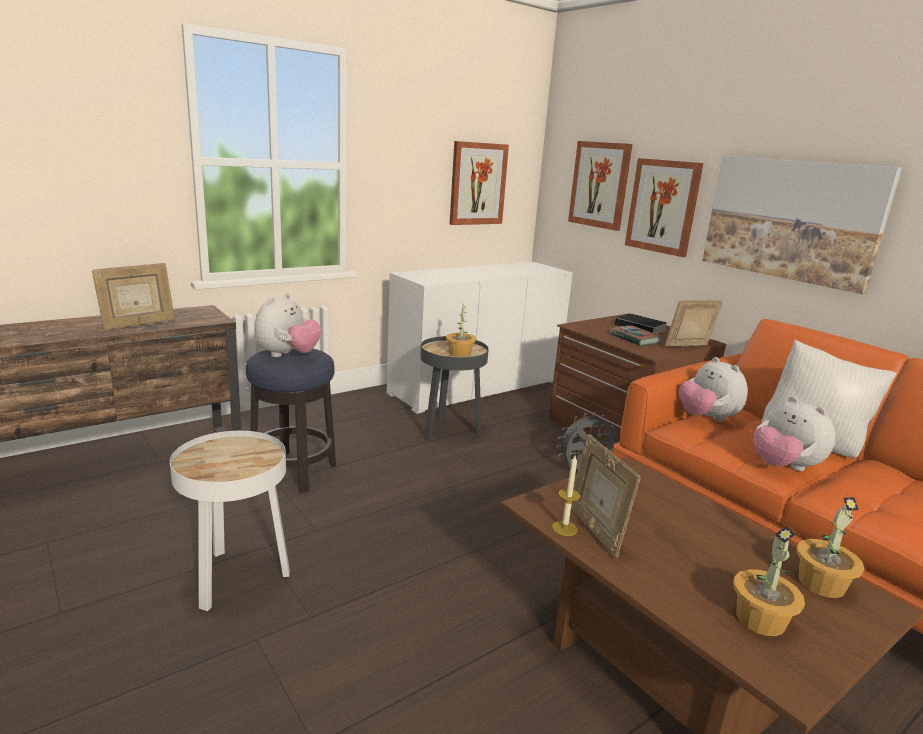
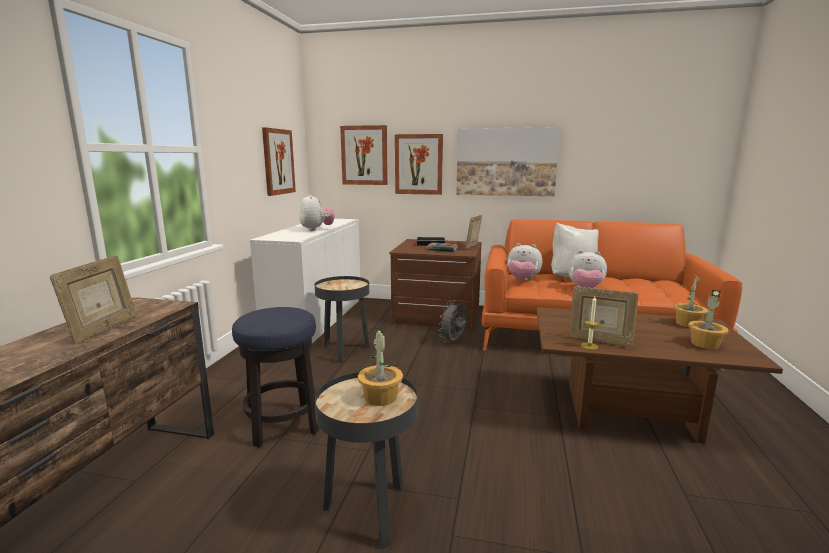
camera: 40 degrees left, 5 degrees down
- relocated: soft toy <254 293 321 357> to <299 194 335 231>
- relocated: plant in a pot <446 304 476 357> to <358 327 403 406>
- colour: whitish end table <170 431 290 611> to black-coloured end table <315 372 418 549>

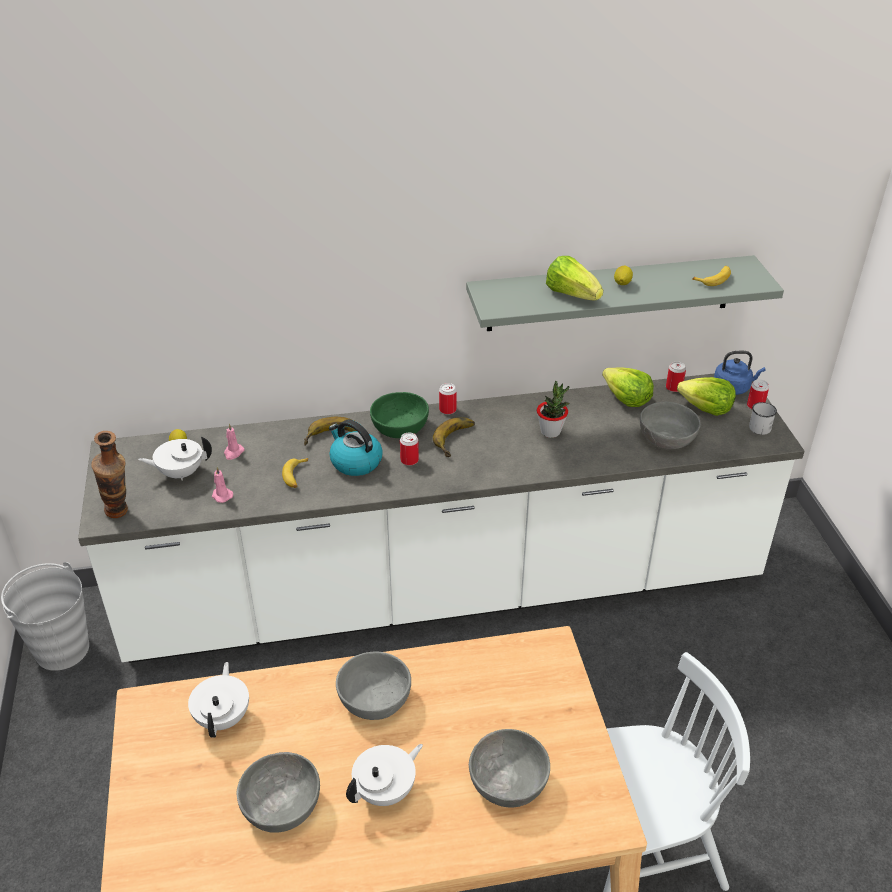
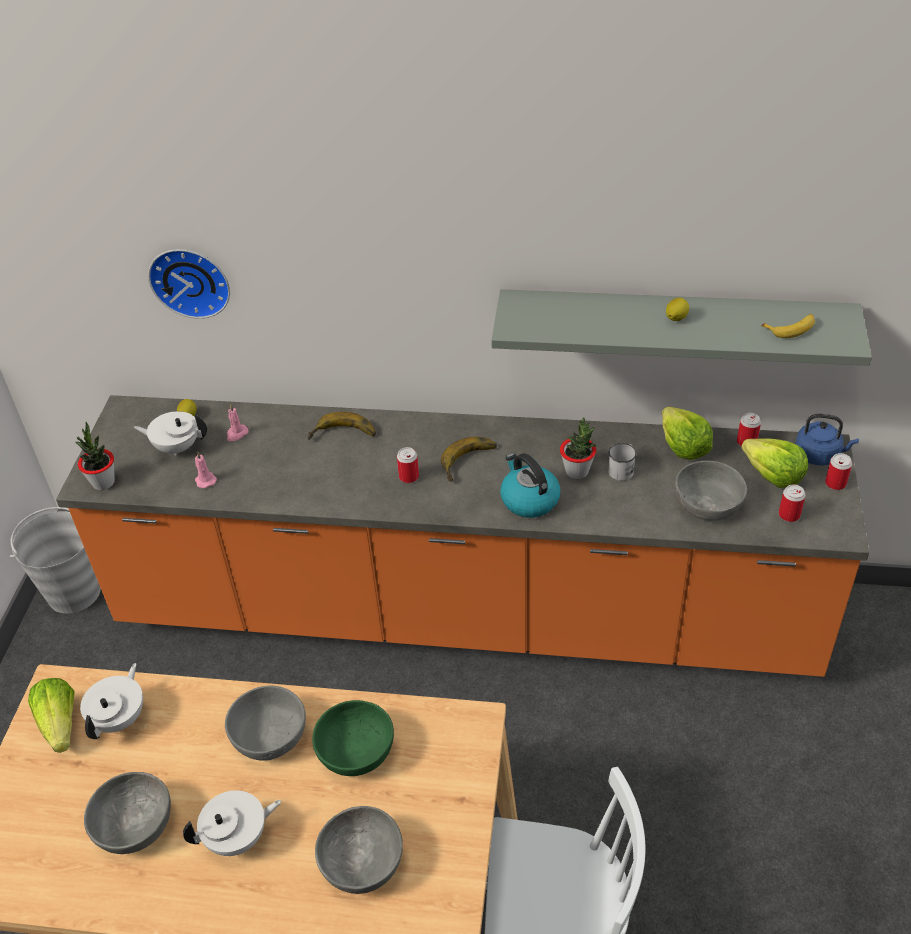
camera: 20 degrees right, 5 degrees up
- missing: whole banana <282 458 308 488>
- appeared: clock on the wall <148 249 230 319>
- relocated: water kettle <329 420 383 476> to <500 453 560 518>
- relocated: green-coloured bowl <370 392 429 438> to <312 700 394 776>
- relocated: sealed can <439 383 457 415> to <779 484 805 522>
- relocated: head of lettuce <546 256 603 300> to <28 678 75 753>
- relocated: whitish tea mug <749 402 777 435> to <608 443 637 481>
- exchanged: flower vase <91 431 128 518> to plant in a pot <75 422 115 490>
- colour: whitish kitchen base unit <78 373 804 663> to orangey kitchen base unit <56 395 869 677>

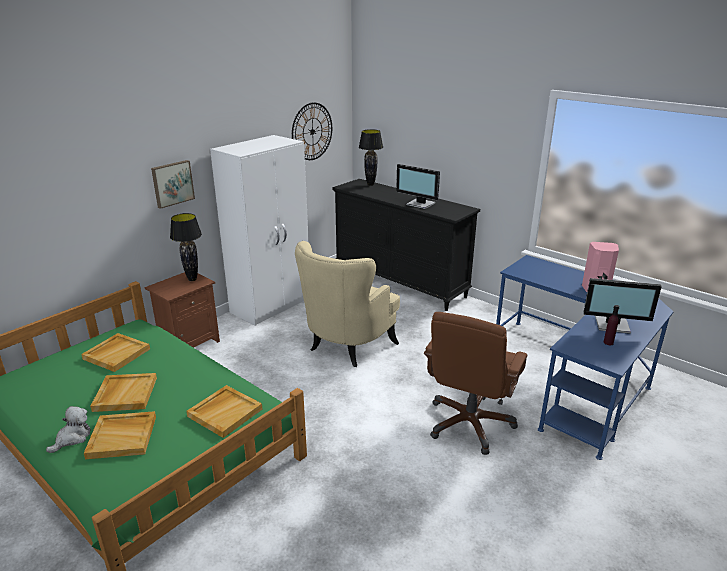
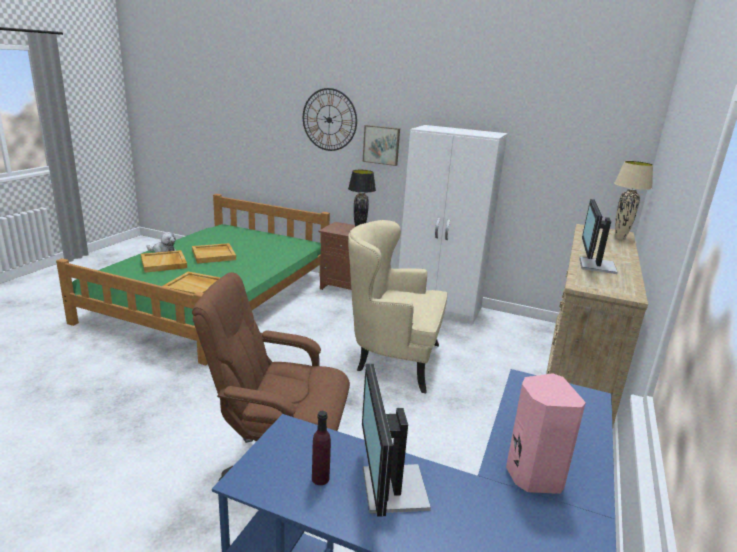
camera: 70 degrees right, 5 degrees down
- missing: sand-coloured tray <81 333 150 372>
- relocated: clock on the wall <292 102 332 160> to <303 88 357 151>
- colour: black-coloured dresser <332 179 480 311> to sand-coloured dresser <546 224 648 428>
- colour: black-coloured tabletop lamp <359 129 383 186> to sand-coloured tabletop lamp <614 161 653 240>

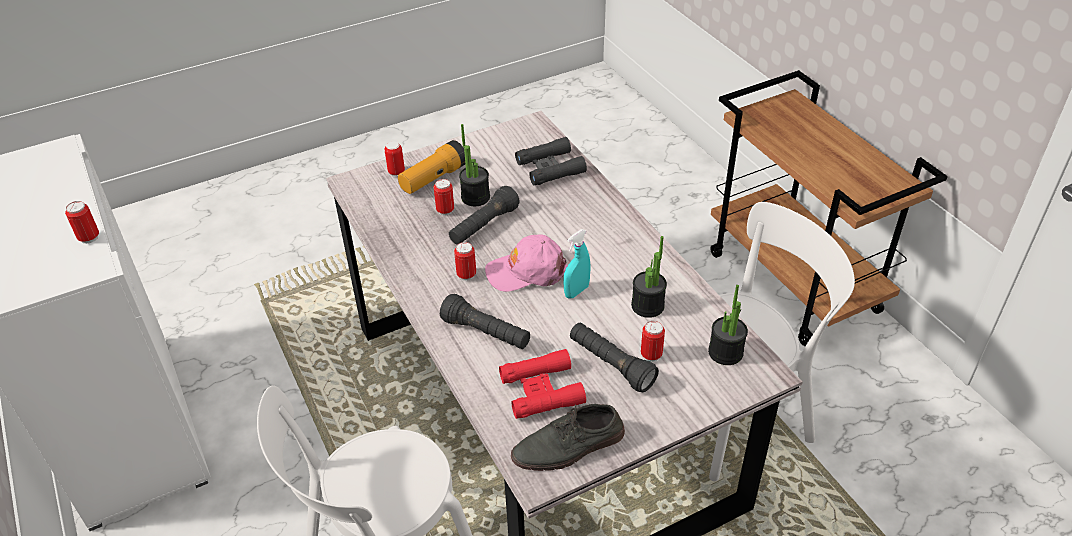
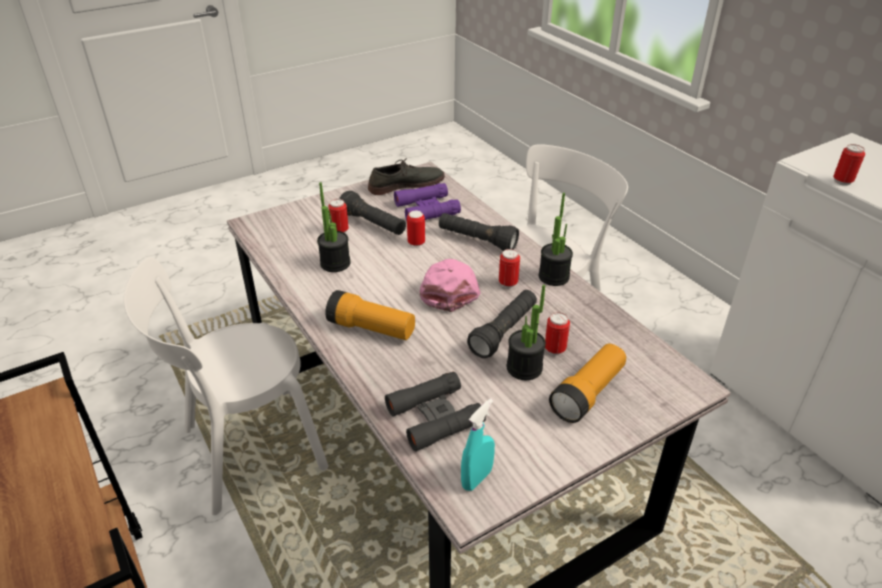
camera: 175 degrees right, 5 degrees down
- appeared: hand torch <325 290 415 340>
- relocated: sealed can <385 142 405 176> to <407 211 425 246>
- relocated: turquoise hand sprayer <563 229 591 299> to <461 398 495 491>
- relocated: plant in a pot <708 285 748 365> to <539 193 573 286>
- colour: red field glasses <499 349 586 419> to purple field glasses <394 183 461 221>
- spun: pink-coloured baseball cap <485 235 568 292> = <420 259 481 312> 75 degrees counterclockwise

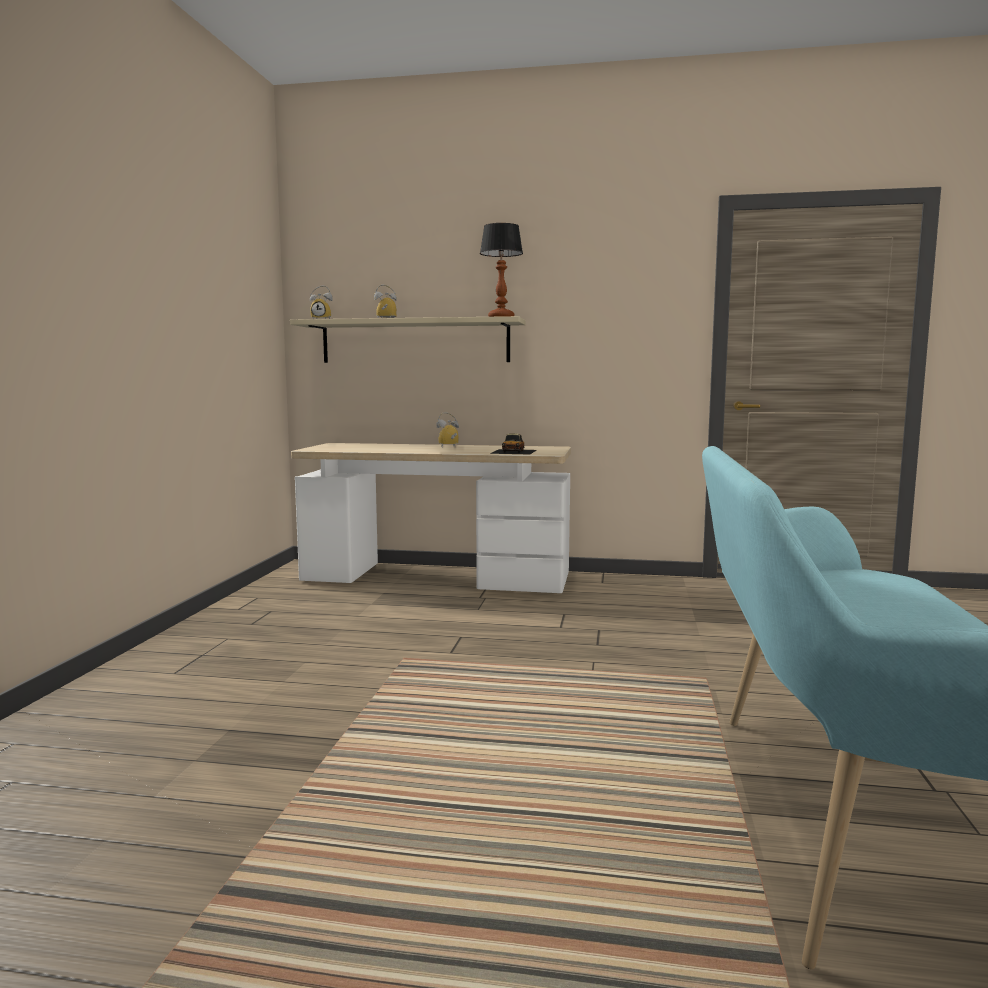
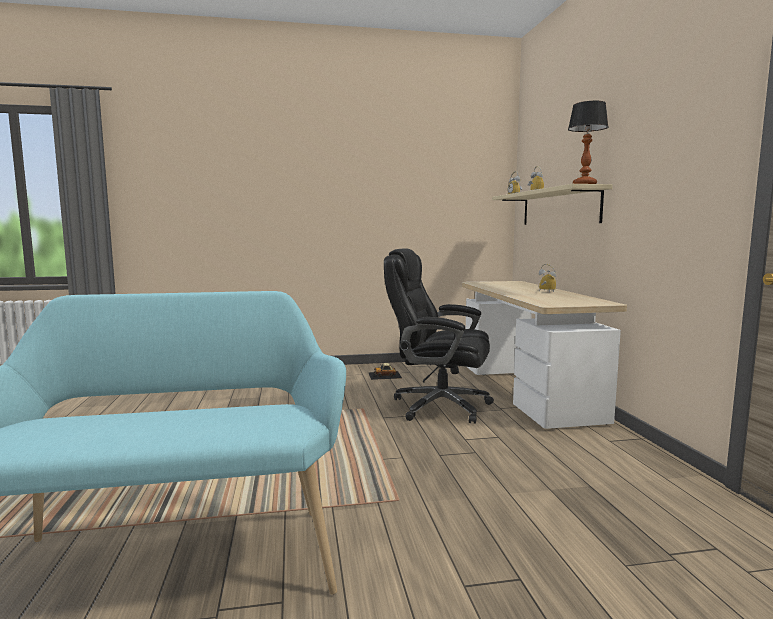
camera: 70 degrees right, 0 degrees up
- appeared: black-coloured computer chair <384 248 494 424>
- relocated: model car <490 433 537 455> to <368 363 402 380>

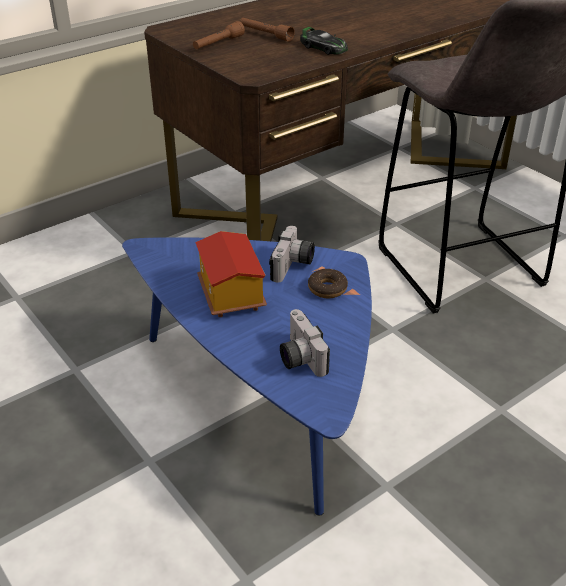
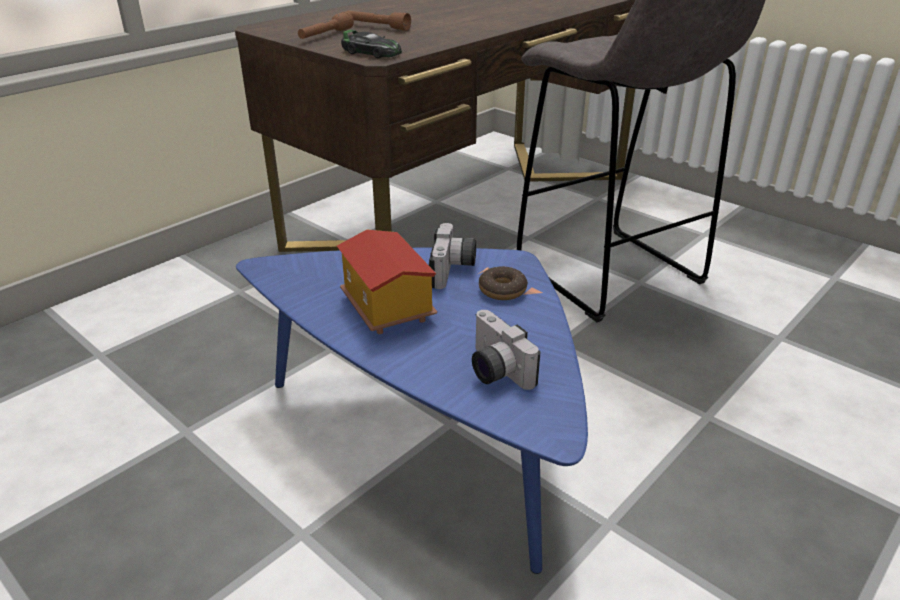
camera: 10 degrees left, 5 degrees down
- relocated: model car <300 27 348 55> to <341 30 402 58>

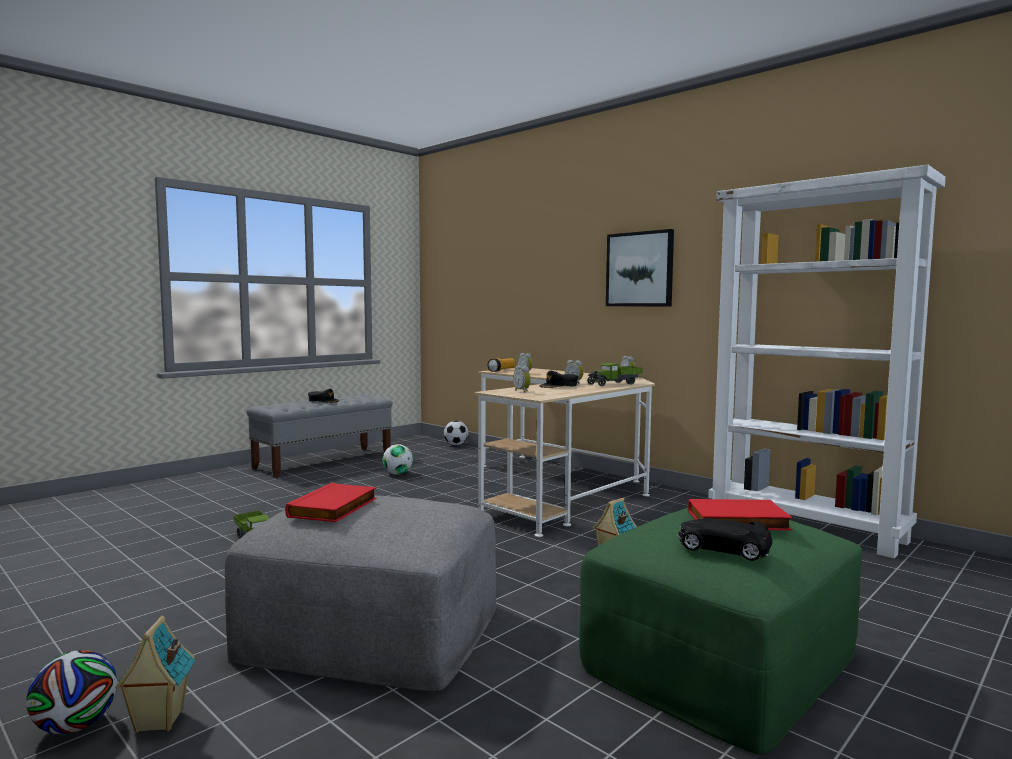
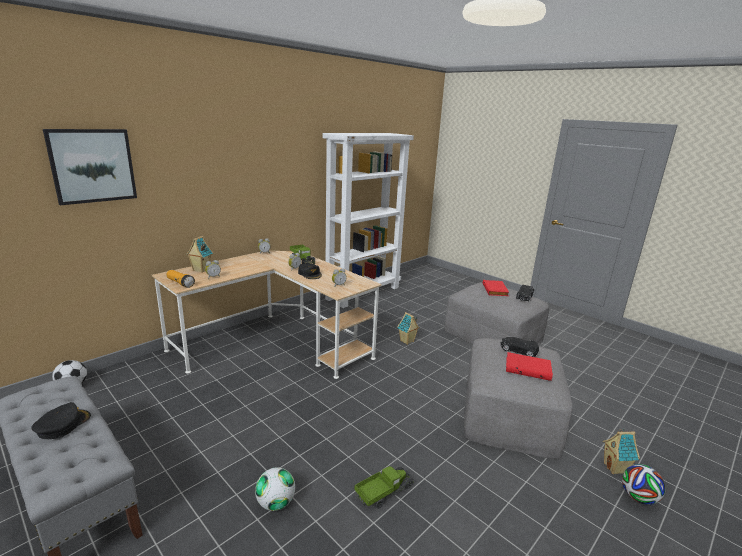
camera: 90 degrees left, 15 degrees up
- appeared: miniature house <186 236 213 273>
- appeared: black-coloured model car <500 337 539 357>
- relocated: ball for football <383 444 413 475> to <255 467 295 511>
- relocated: wall picture <606 229 674 306> to <43 129 137 205>
- colour: green-coloured pouffe <579 508 862 754> to gray pouffe <444 282 549 345>

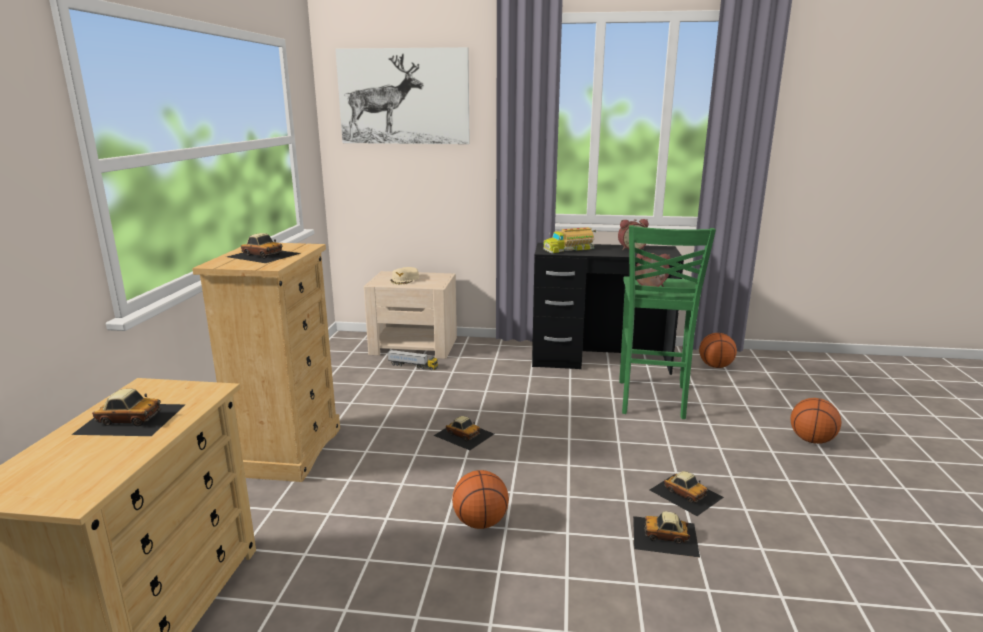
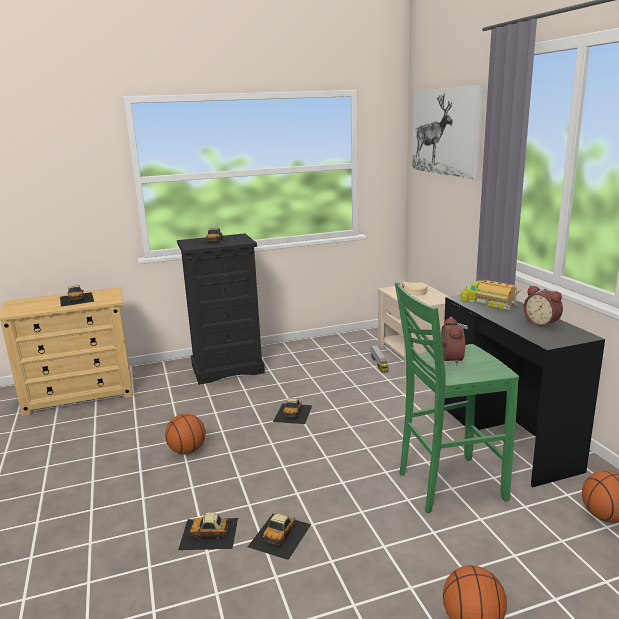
camera: 65 degrees right, 0 degrees up
- colour: sand-coloured dresser <192 243 340 482> to black-coloured dresser <177 233 265 385>
- spun: model car <633 511 700 558> = <178 512 238 550> 75 degrees counterclockwise

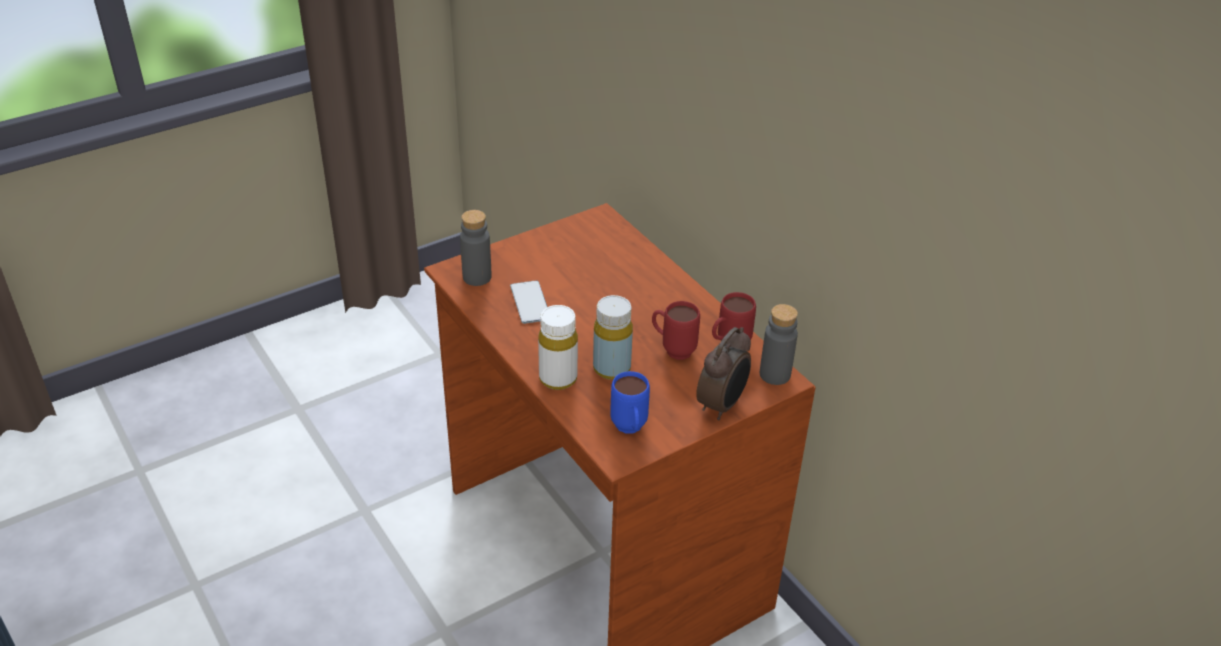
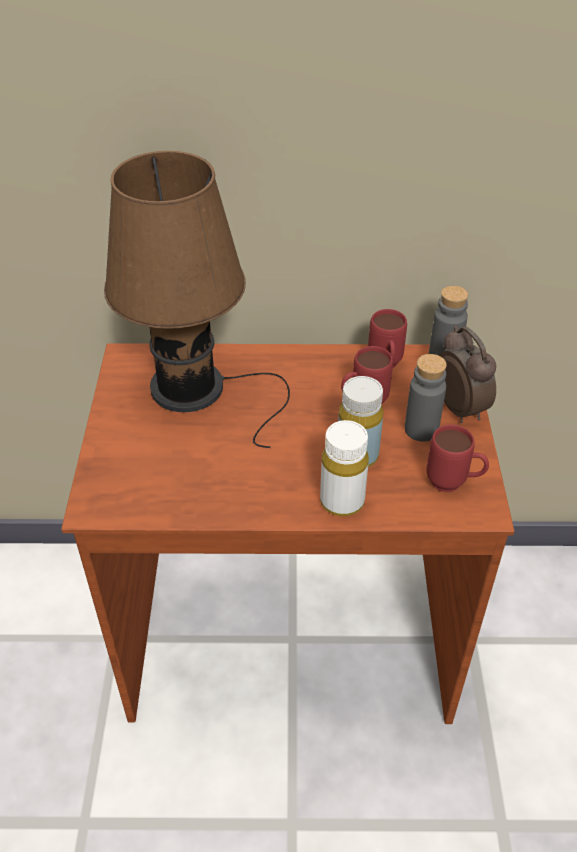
camera: 55 degrees left, 5 degrees up
- missing: phone <510 280 547 324>
- appeared: brownish tabletop lamp <104 151 290 448>
- relocated: gray bottle <460 210 492 286> to <405 354 447 441>
- colour: blue-coloured tea mug <610 371 650 434> to red tea mug <426 425 489 492>

